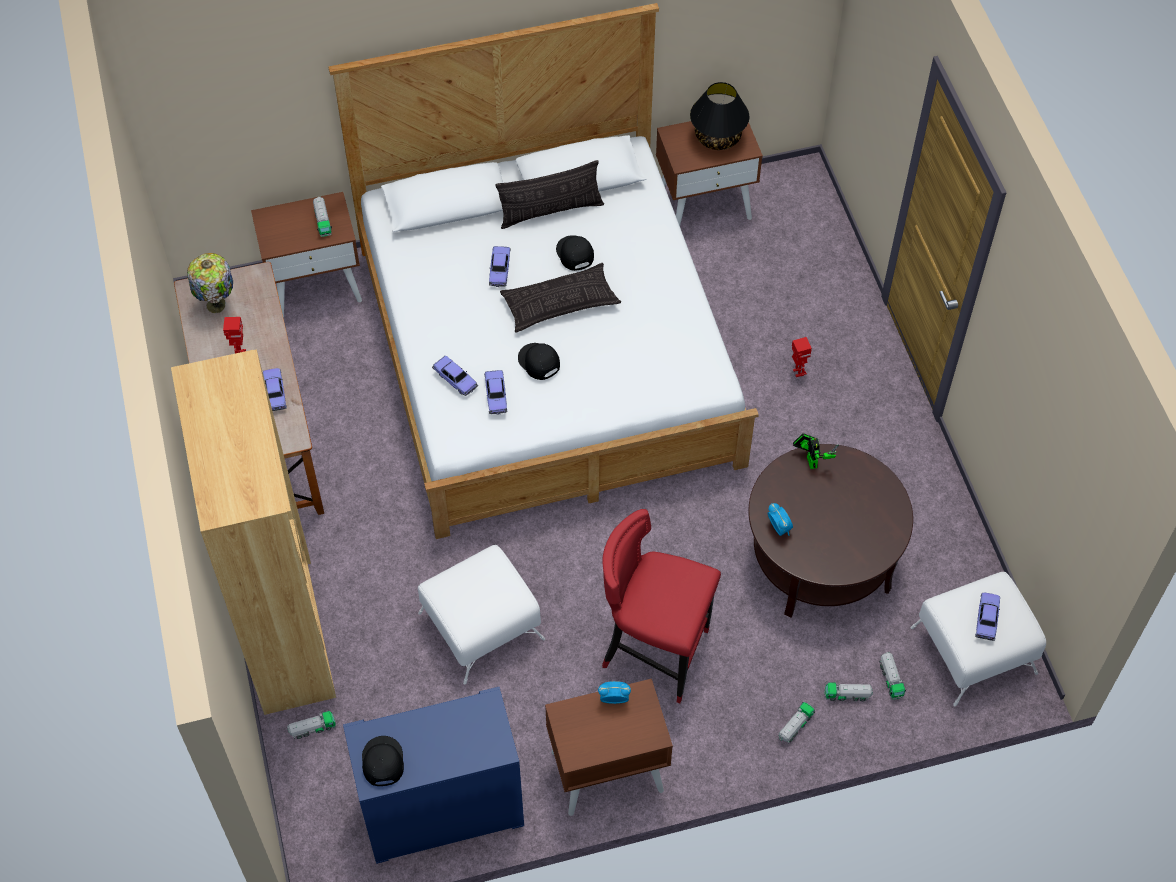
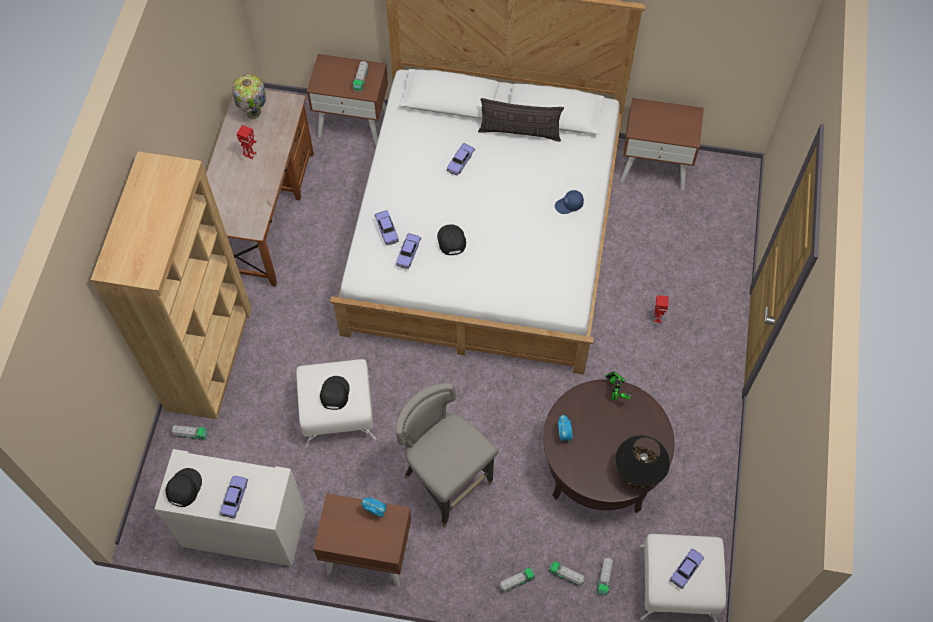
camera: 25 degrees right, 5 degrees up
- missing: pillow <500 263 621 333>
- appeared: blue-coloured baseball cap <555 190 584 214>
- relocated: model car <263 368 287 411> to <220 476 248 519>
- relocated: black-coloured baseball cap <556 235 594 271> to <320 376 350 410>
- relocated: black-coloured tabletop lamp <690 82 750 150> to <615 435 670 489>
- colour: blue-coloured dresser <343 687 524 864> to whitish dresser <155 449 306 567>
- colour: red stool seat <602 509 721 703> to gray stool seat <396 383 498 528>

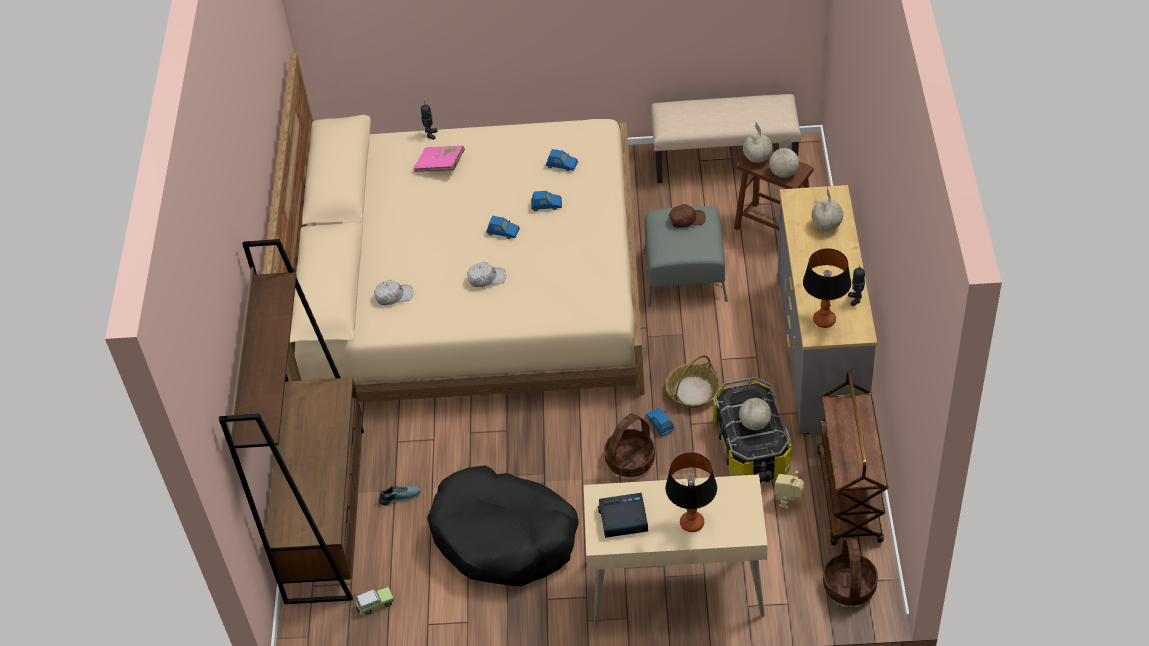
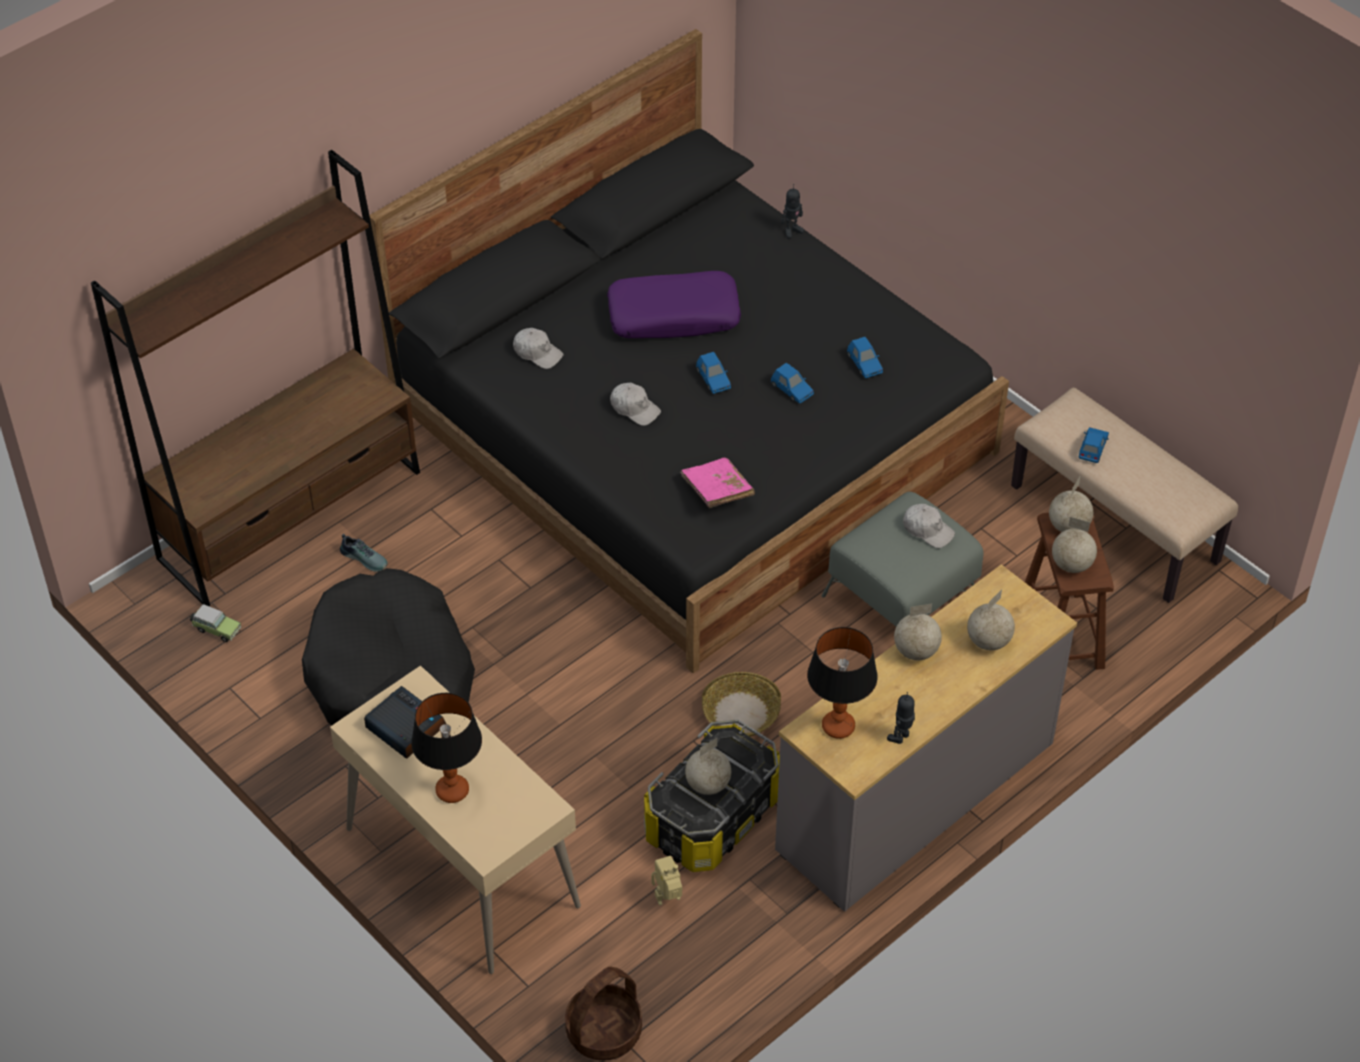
camera: 45 degrees right, 0 degrees up
- missing: basket <604 413 655 477>
- missing: brownish trolley <817 370 888 545>
- appeared: purple pillow <607 271 741 338>
- appeared: world globe <894 603 942 660>
- relocated: pink-coloured bound book <413 146 465 172> to <680 457 755 508>
- relocated: blue-coloured model car <646 408 674 436> to <1078 427 1109 463>
- colour: sand-coloured bedroom bed <263 53 645 402> to black-coloured bedroom bed <369 29 1009 673>
- colour: brownish baseball cap <669 204 706 228> to whitish baseball cap <903 504 955 548>

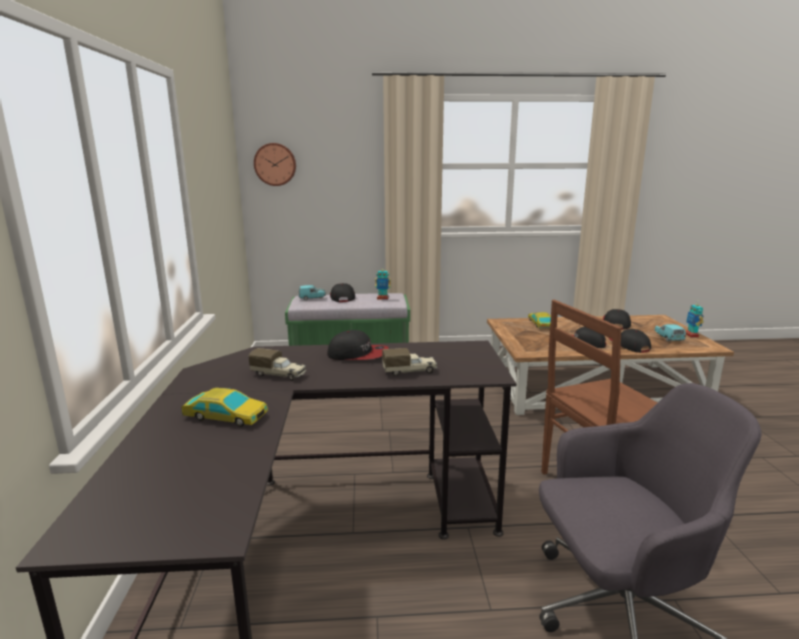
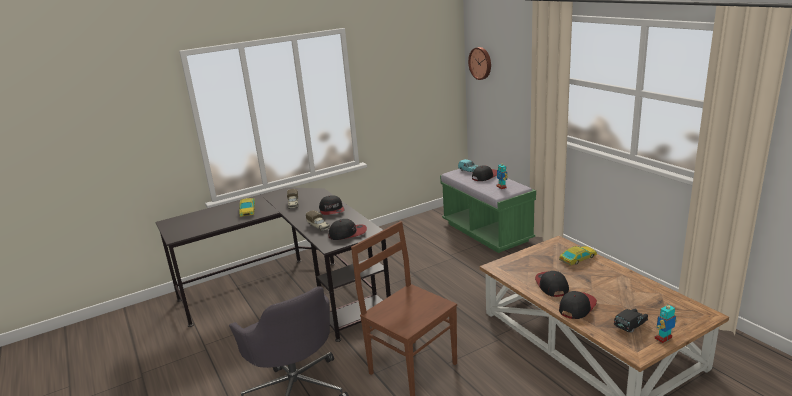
camera: 65 degrees right, 5 degrees up
- relocated: baseball cap <603 309 631 329> to <328 219 367 240>
- colour: turquoise model car <654 324 686 341> to black-coloured model car <614 309 648 333>

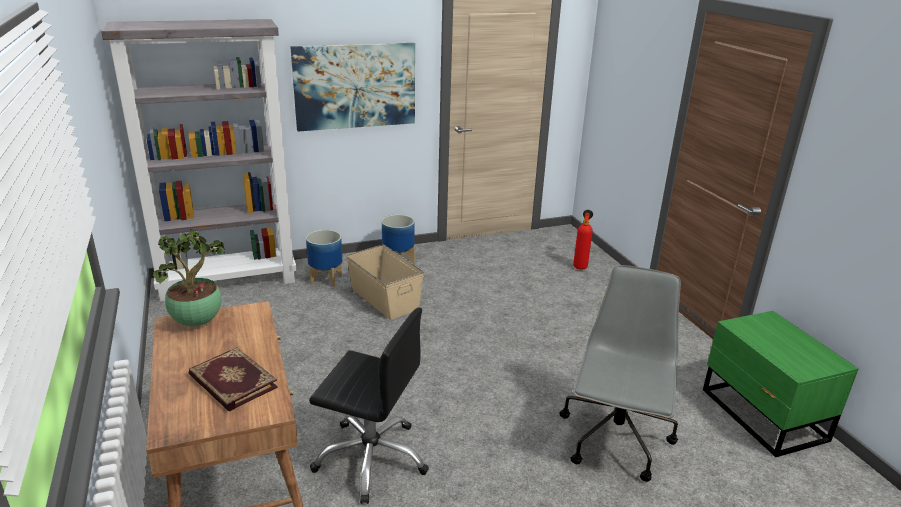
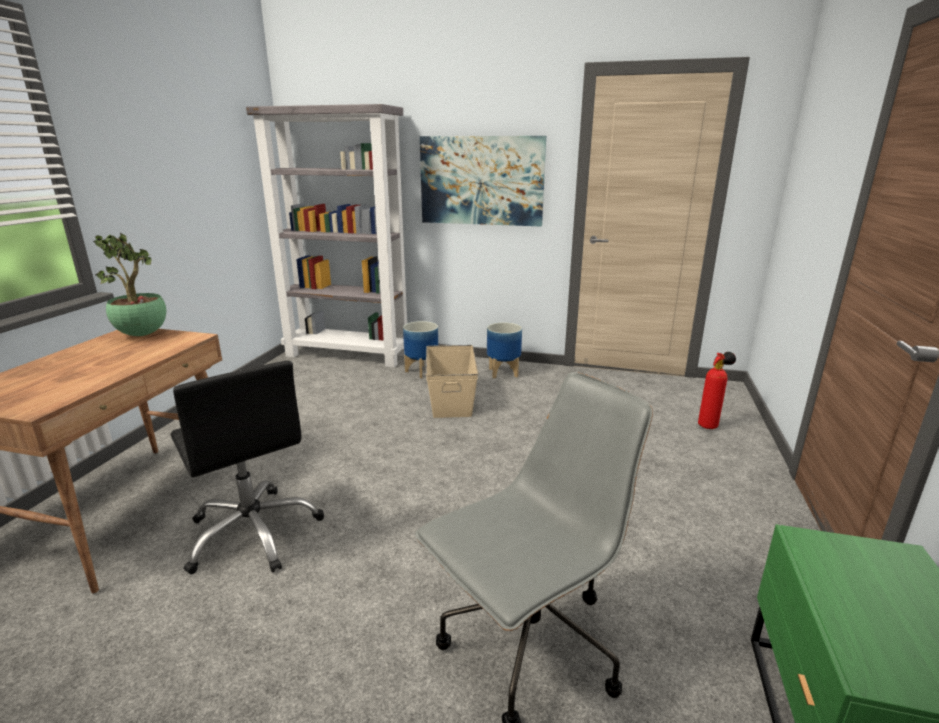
camera: 35 degrees right, 5 degrees down
- missing: bound book <189 347 278 411>

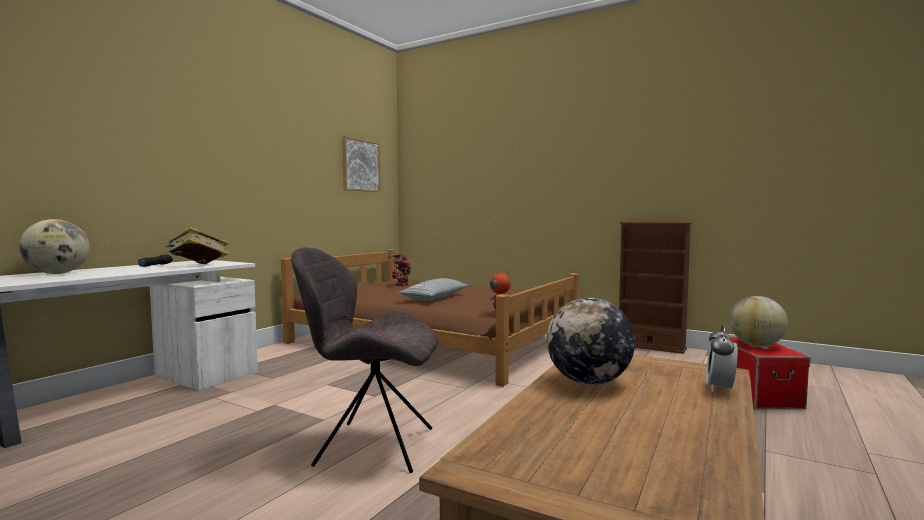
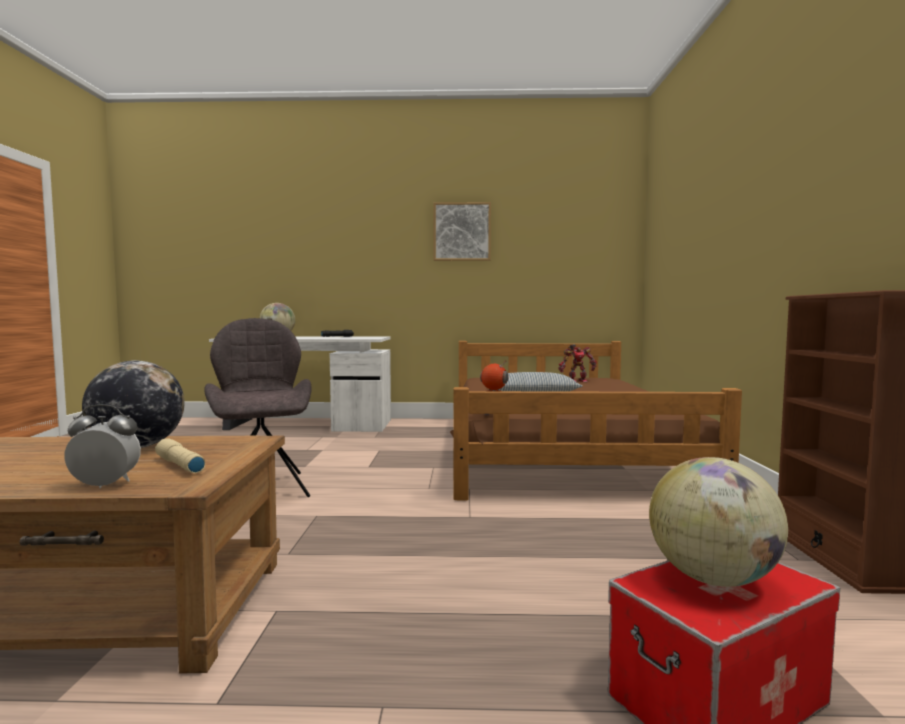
camera: 60 degrees right, 0 degrees up
- missing: bound book <165 227 229 264>
- appeared: sand-coloured hand torch <155 438 205 473>
- relocated: wall picture <342 136 381 192> to <433 202 491 261>

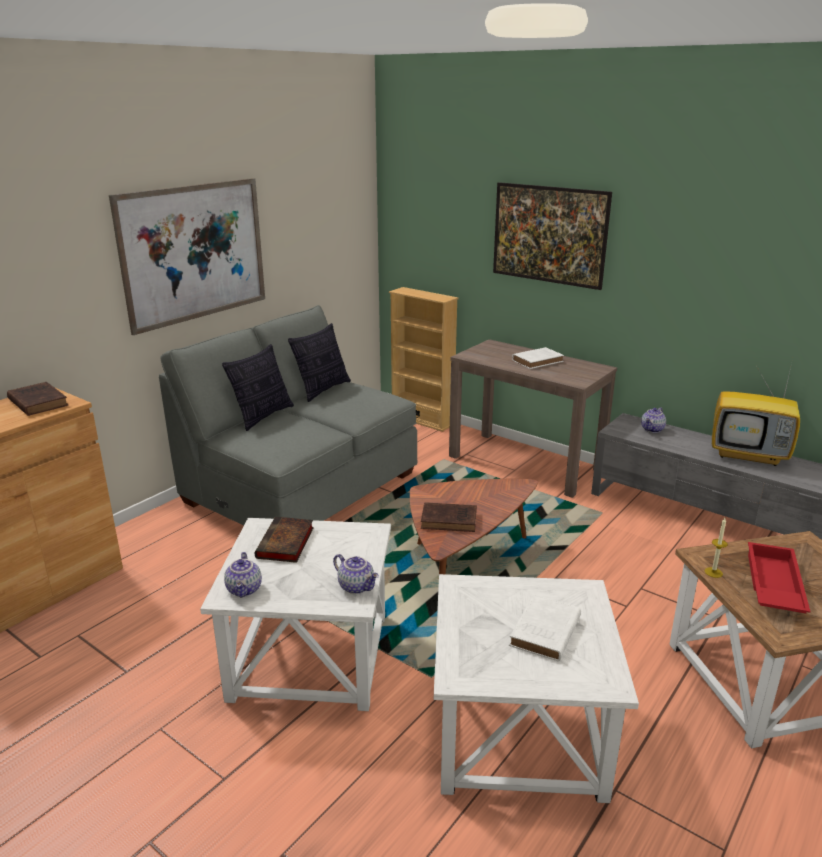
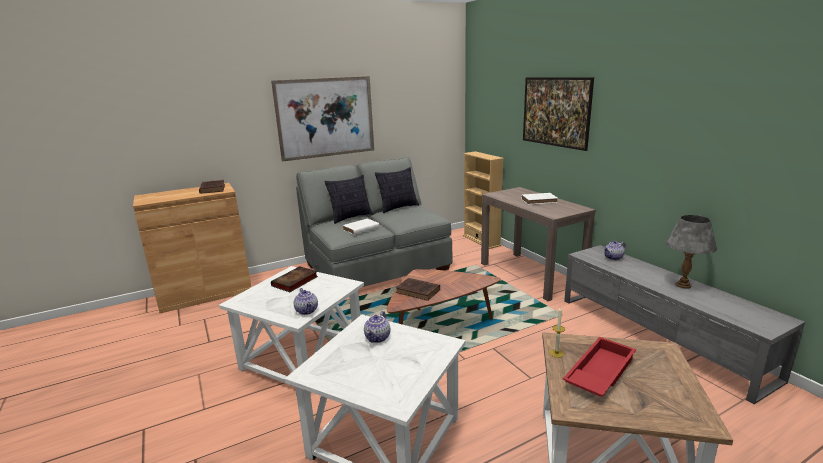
camera: 25 degrees right, 5 degrees down
- relocated: teapot <224 552 262 598> to <364 311 390 343>
- relocated: whitish bound book <509 594 581 661> to <342 219 379 235>
- exchanged: television <712 363 800 466> to gray tabletop lamp <665 215 717 289>

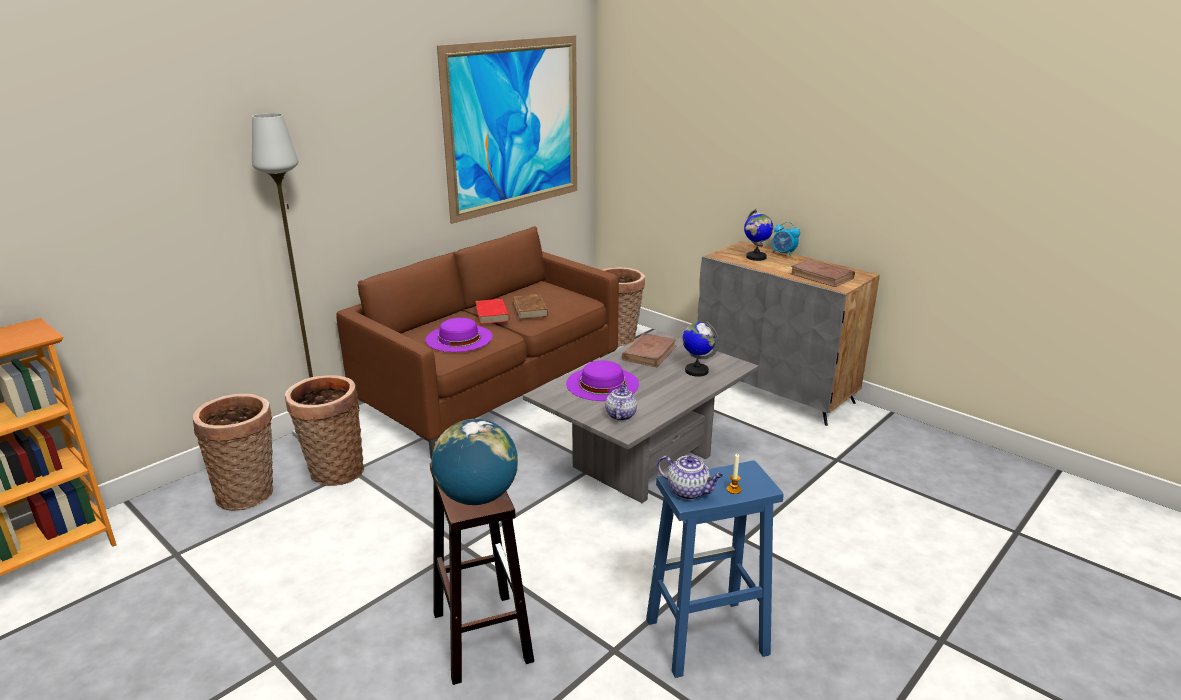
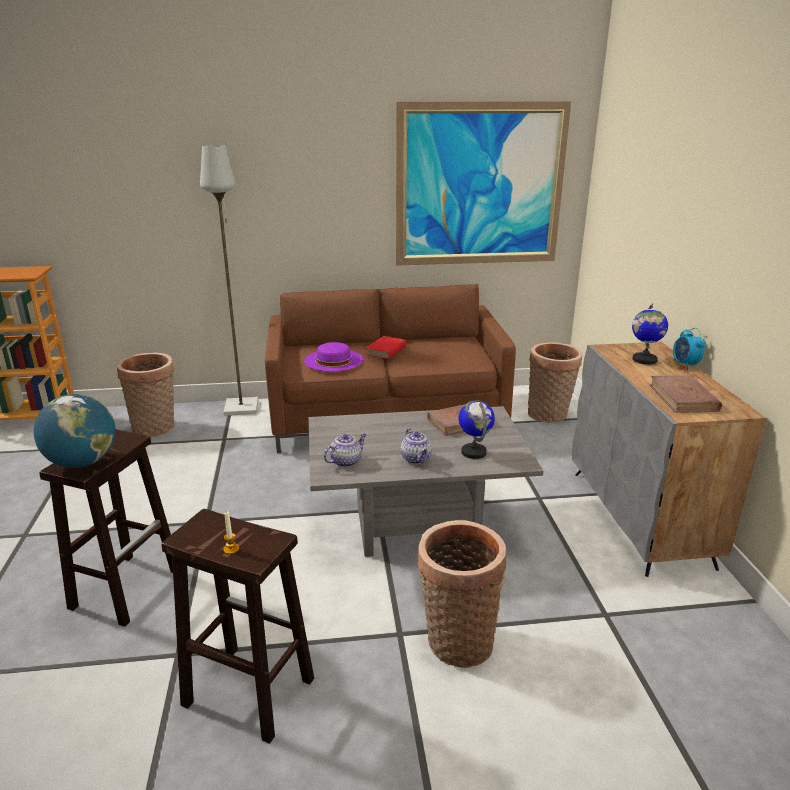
camera: 40 degrees right, 0 degrees up
- missing: brownish bound book <513 294 548 319>
- missing: purple hat <566 361 639 401>
- relocated: basket <285 375 364 486> to <418 520 506 668>
- relocated: teapot <657 456 723 500> to <401 428 432 464>
- colour: blue-coloured stool seat <646 461 783 678> to brownish stool seat <162 509 314 744>

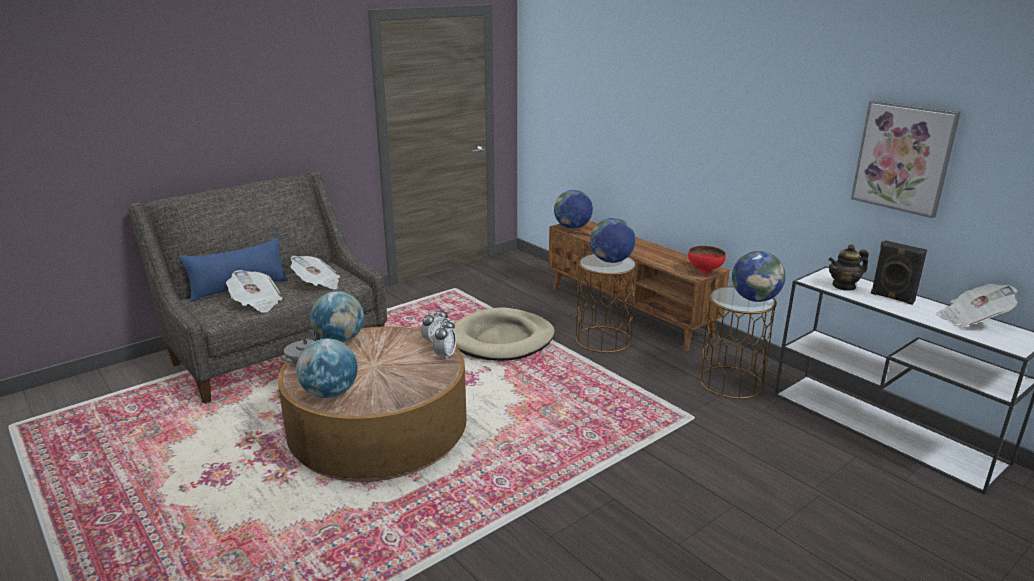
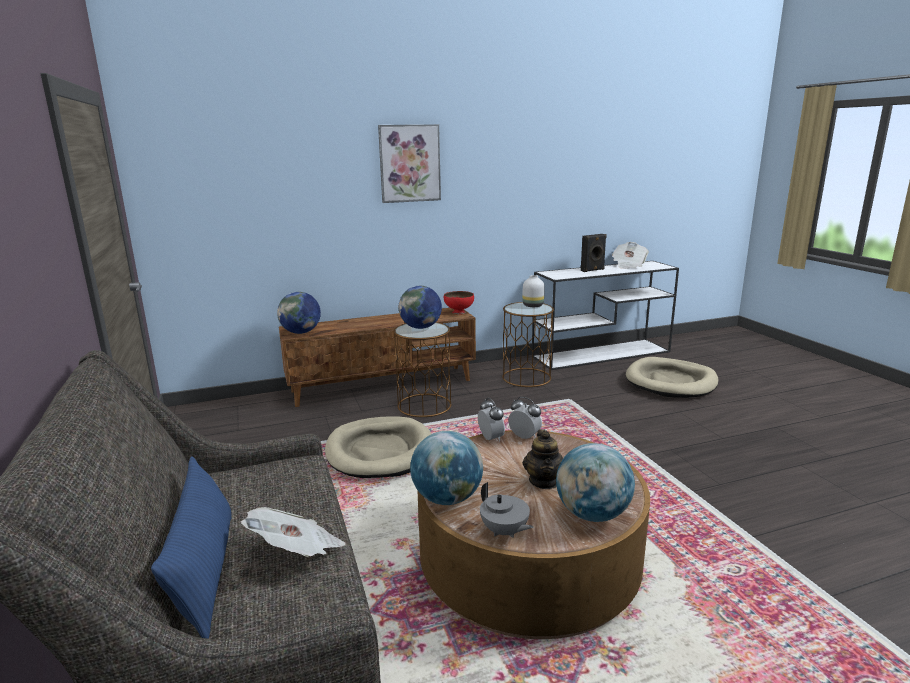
camera: 70 degrees left, 5 degrees down
- missing: daily paper <290 256 340 289>
- appeared: sand-coloured pet bed <626 357 719 398>
- relocated: teapot <829 244 869 291> to <523 429 563 489>
- relocated: wall picture <851 100 961 218> to <378 124 441 203>
- exchanged: world globe <732 251 785 302> to whitish flower vase <522 275 545 307>

